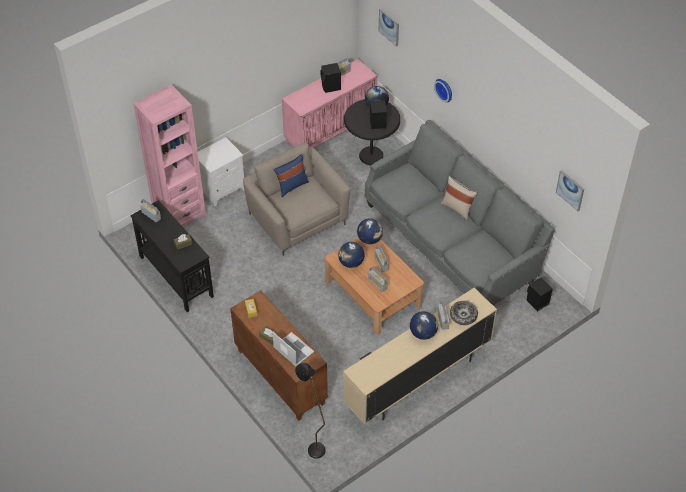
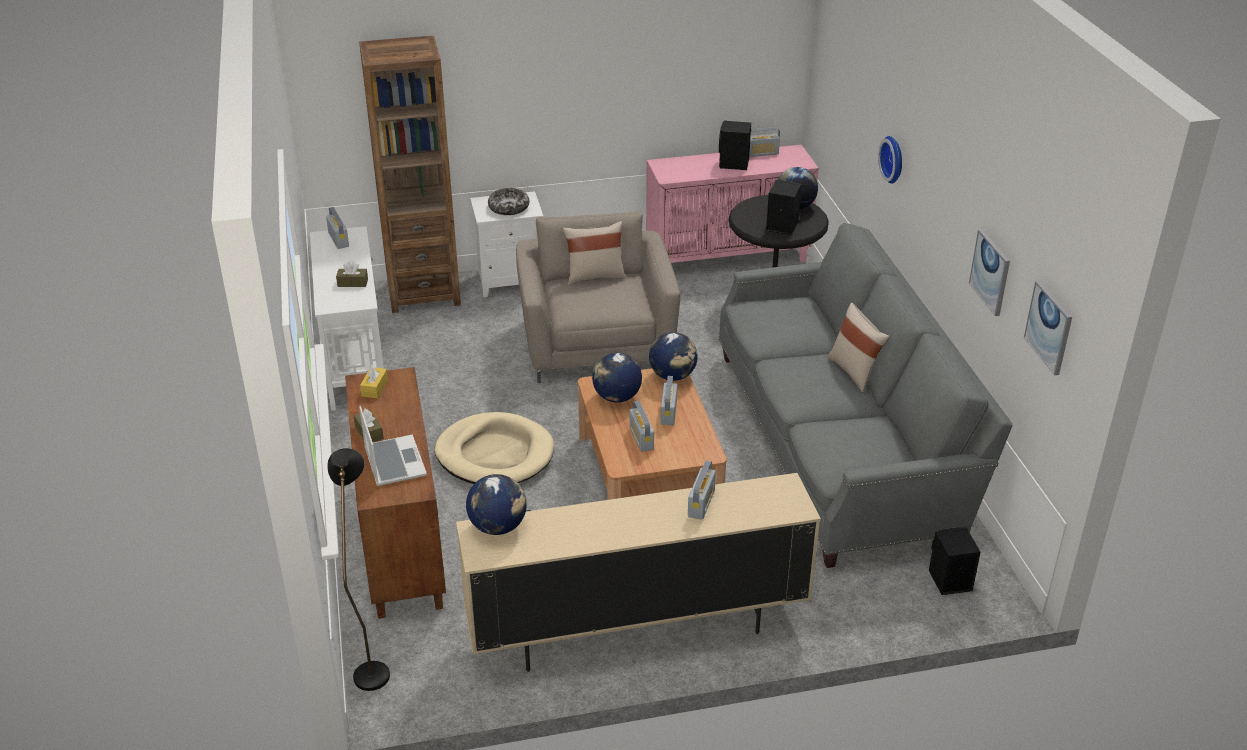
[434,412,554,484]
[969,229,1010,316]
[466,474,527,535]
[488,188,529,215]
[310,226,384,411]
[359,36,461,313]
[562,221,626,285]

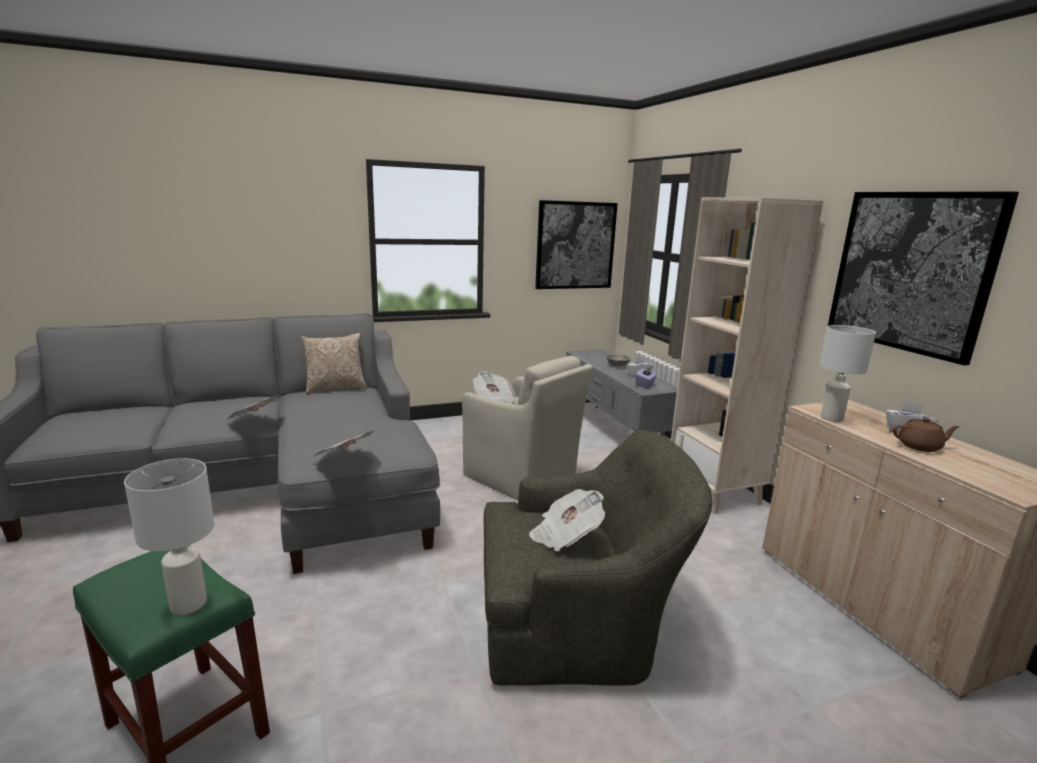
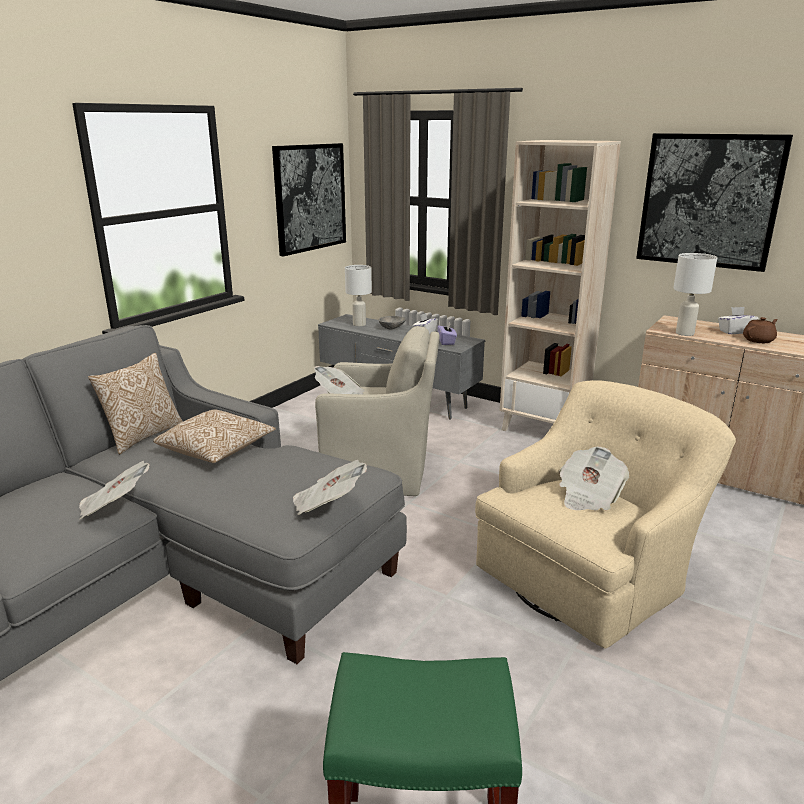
[153,409,276,463]
[345,265,372,326]
[475,380,736,649]

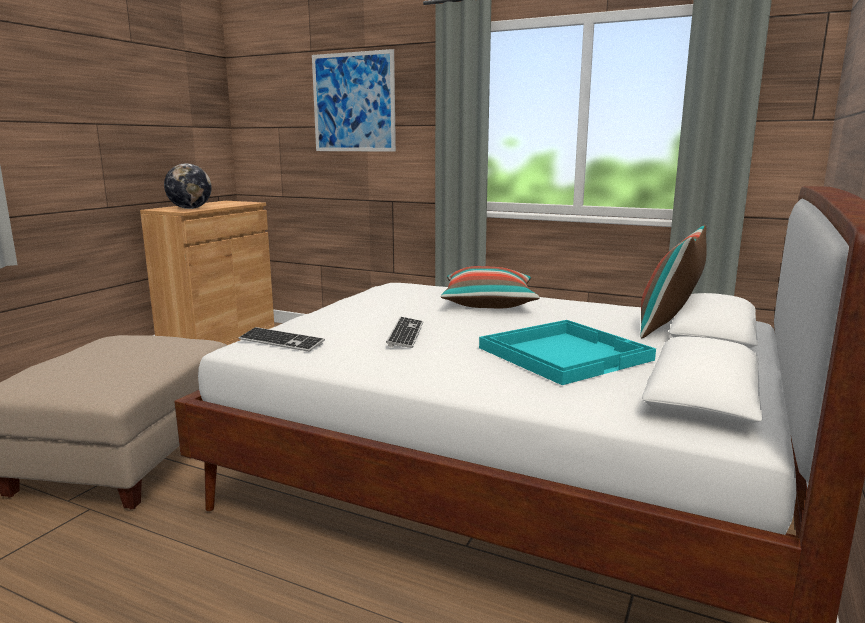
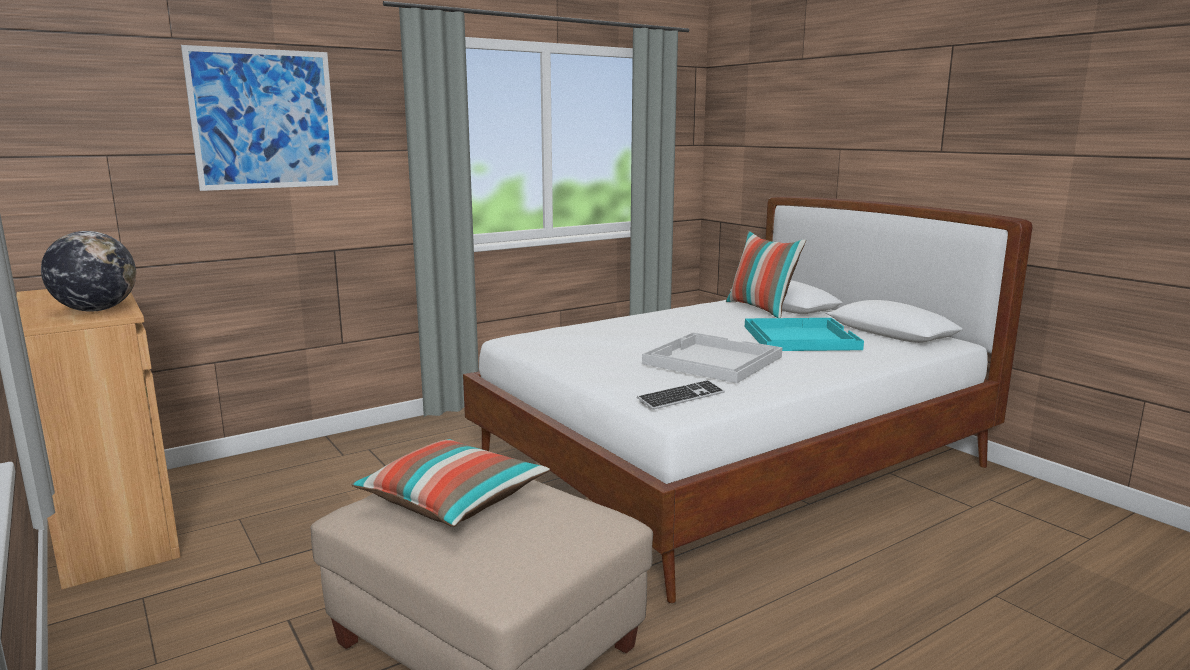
[351,439,550,527]
[642,332,783,383]

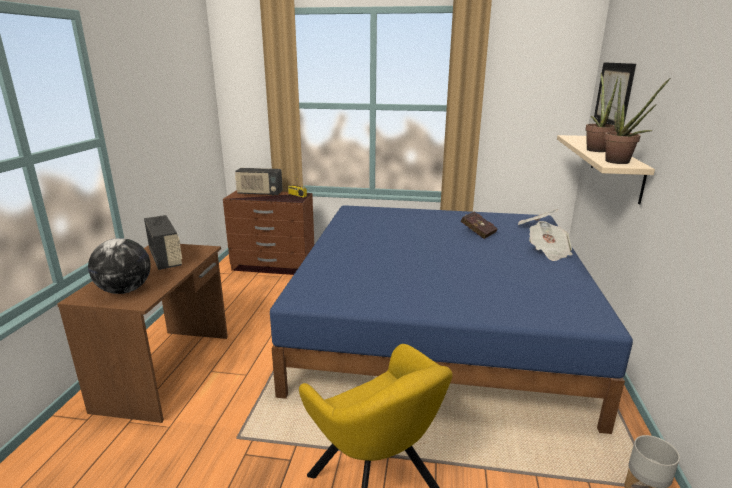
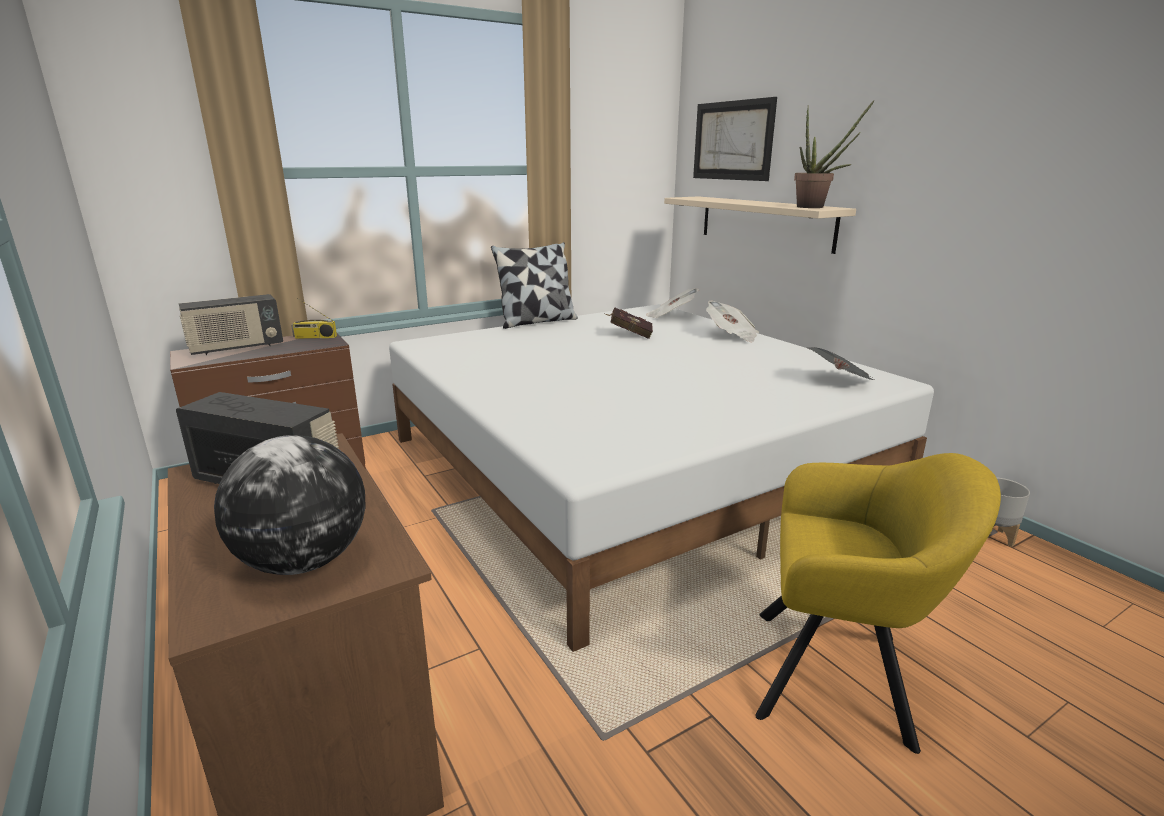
[585,73,619,152] (first image)
[491,242,578,329]
[807,347,874,380]
[389,304,934,652]

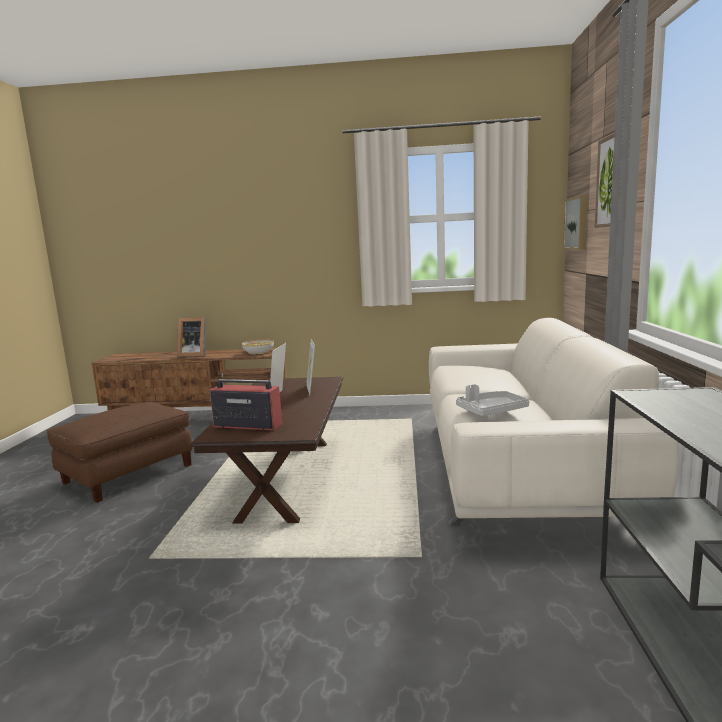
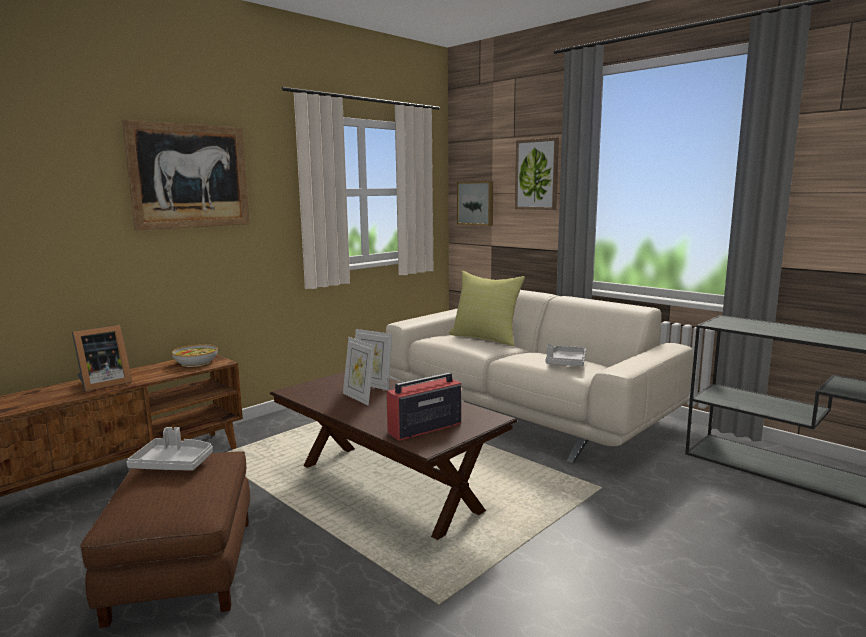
[122,120,250,231]
[127,427,213,470]
[449,271,525,346]

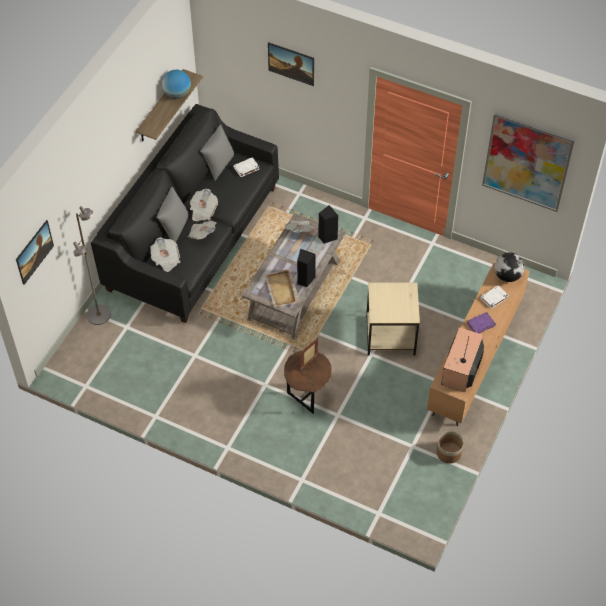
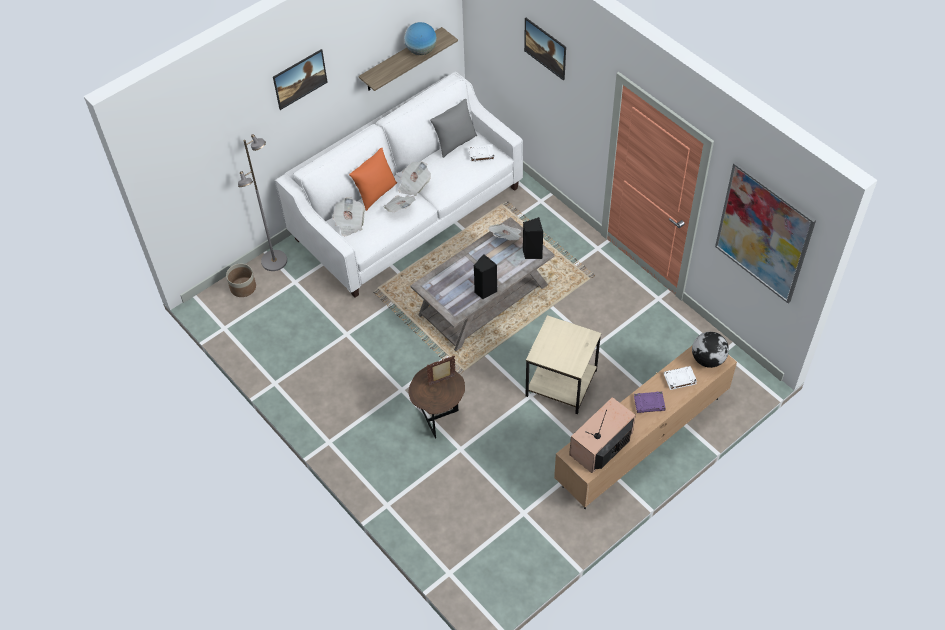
[264,269,300,308] (first image)
[273,49,328,110]
[226,264,256,297]
[275,71,523,298]
[349,147,397,211]

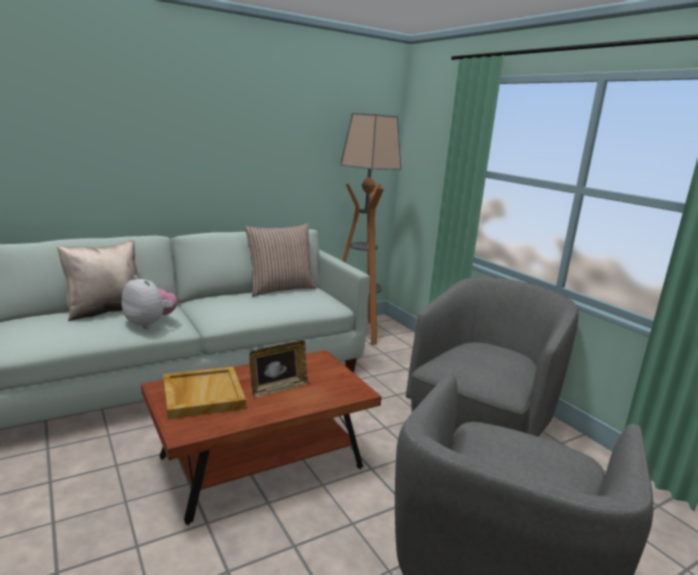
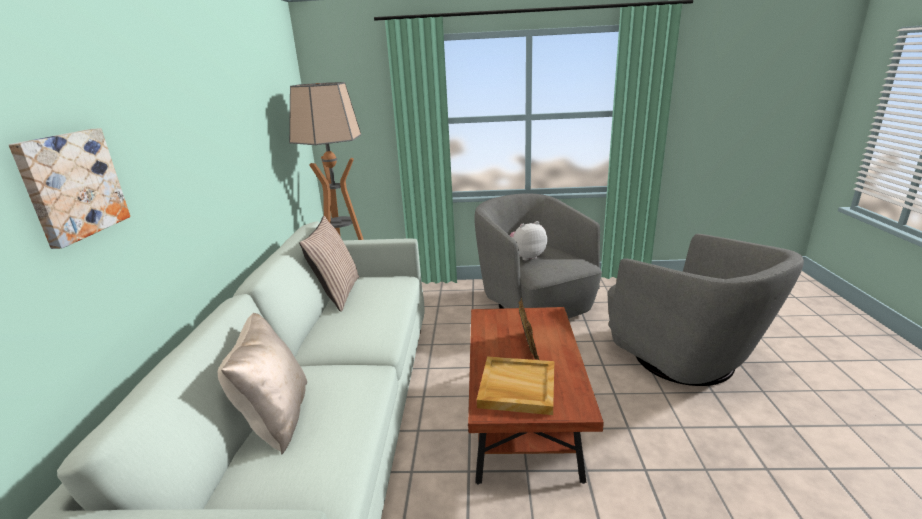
[9,128,130,249]
[510,221,547,261]

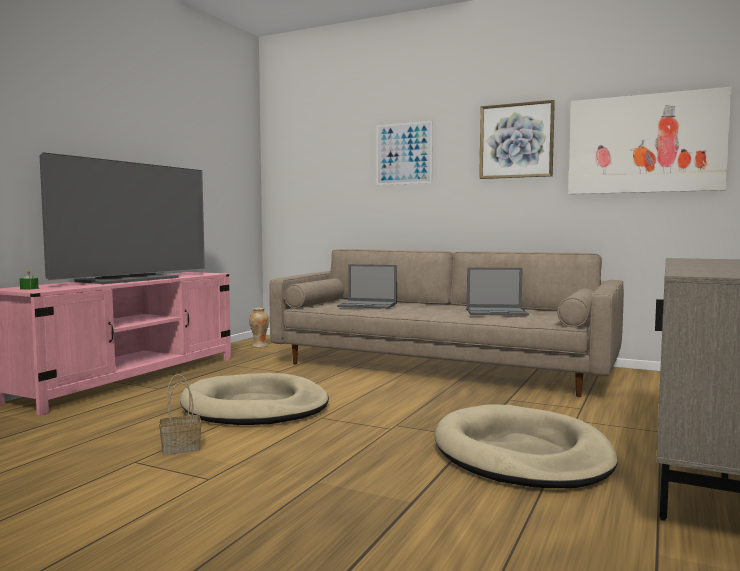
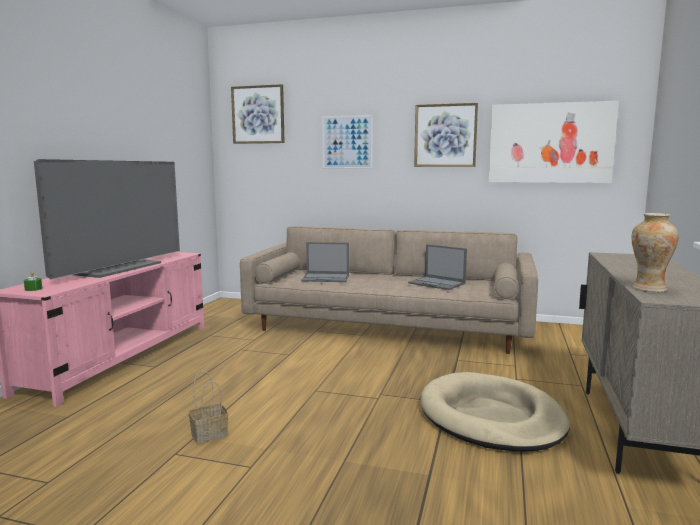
[180,373,329,425] (first image)
[231,84,284,144]
[632,213,679,292]
[408,244,467,290]

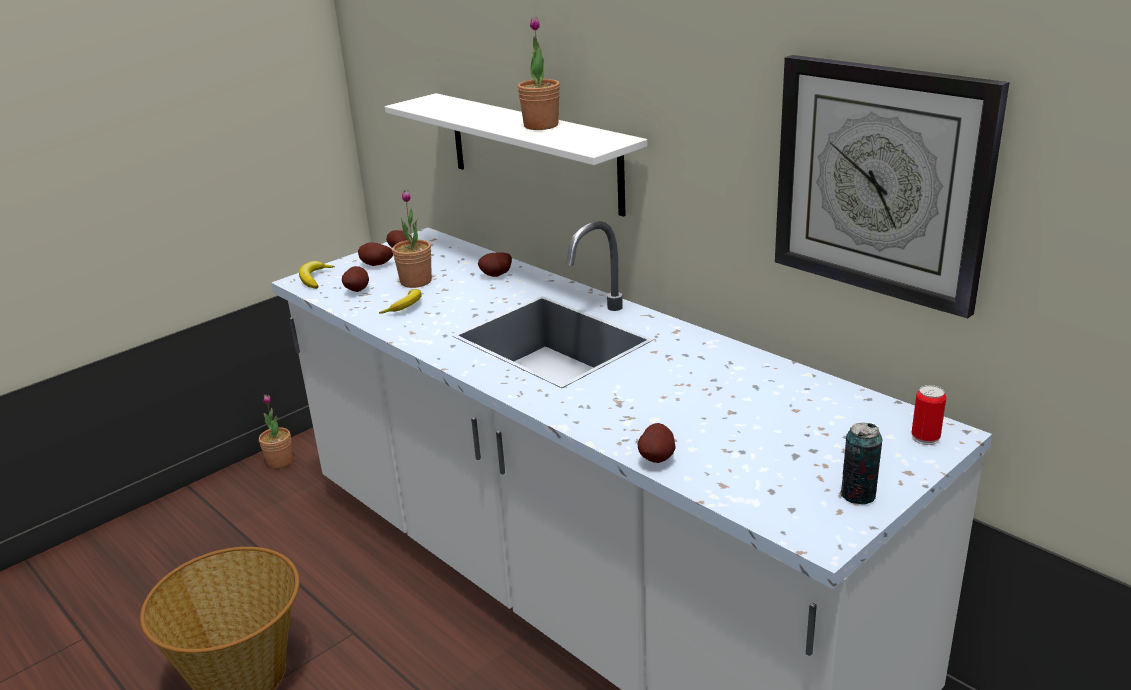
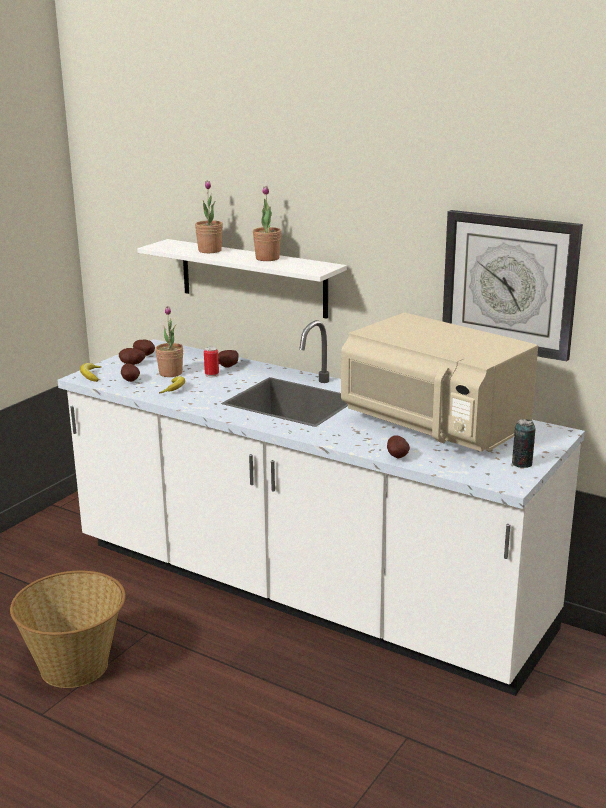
[341,312,538,452]
[195,180,223,253]
[204,347,219,377]

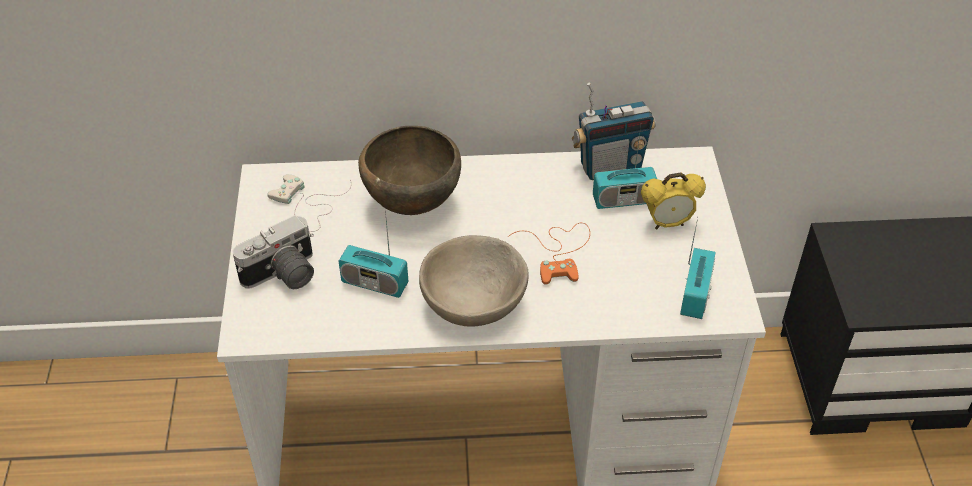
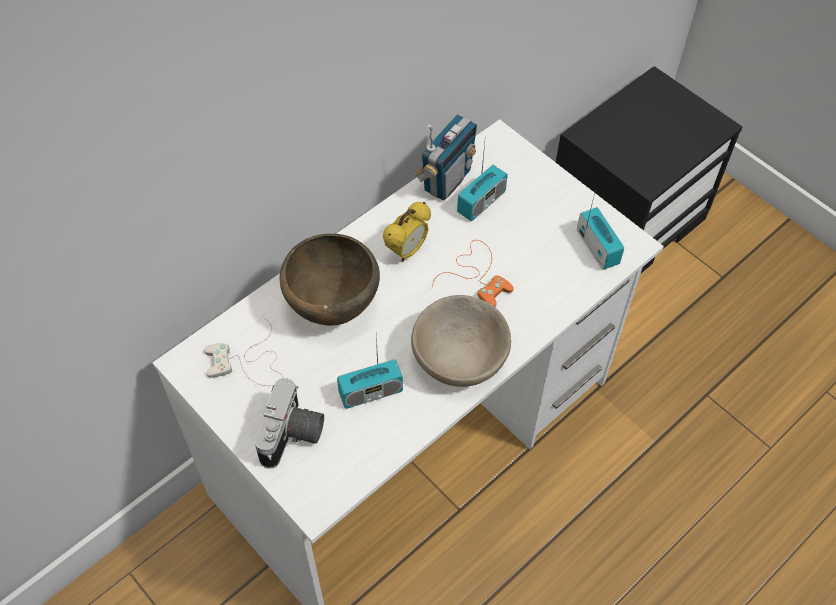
[383,202,431,262]

